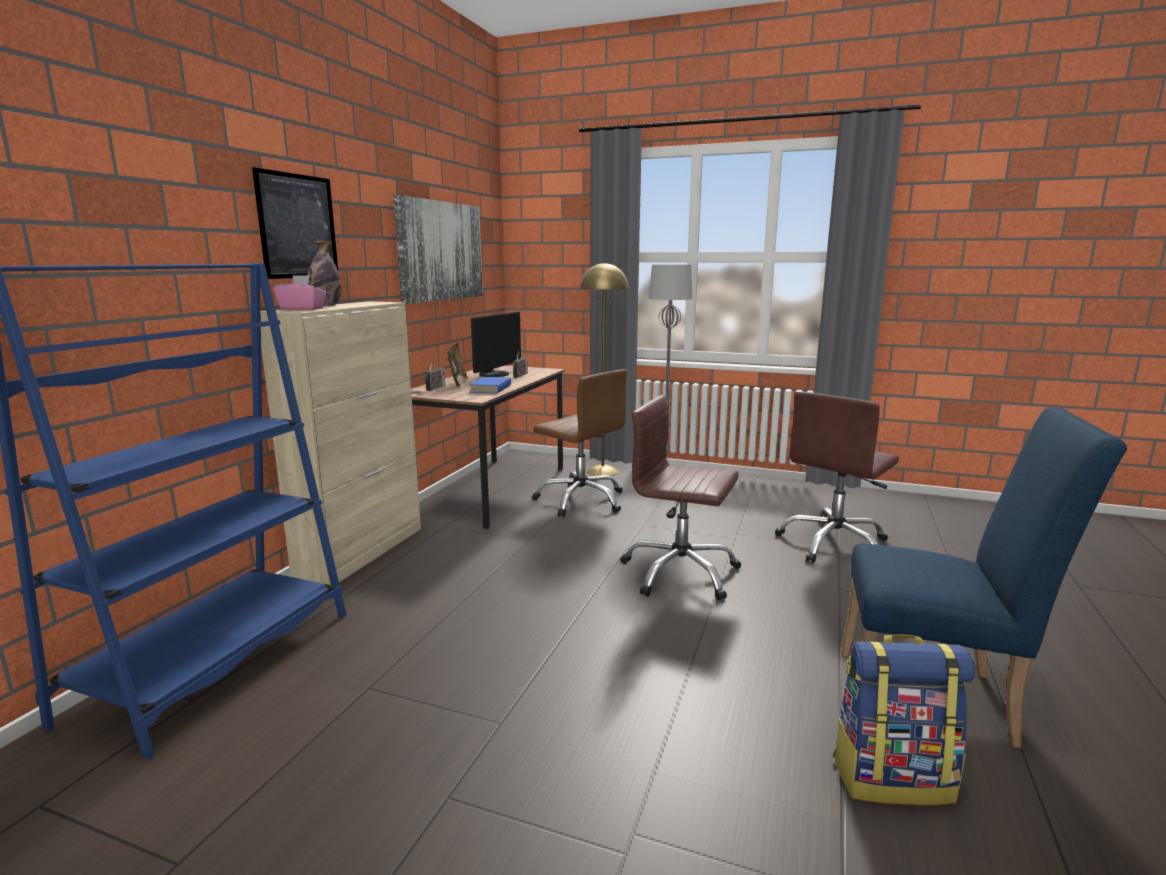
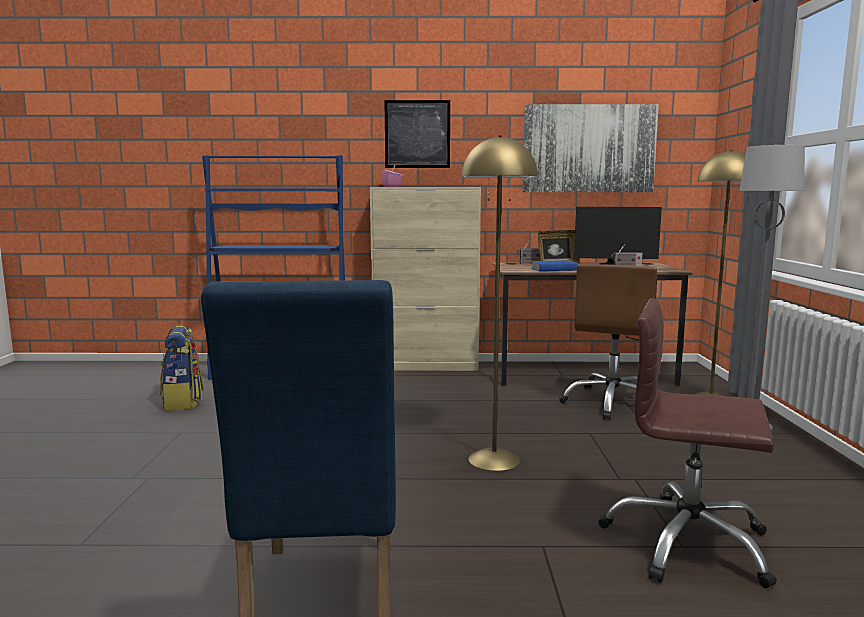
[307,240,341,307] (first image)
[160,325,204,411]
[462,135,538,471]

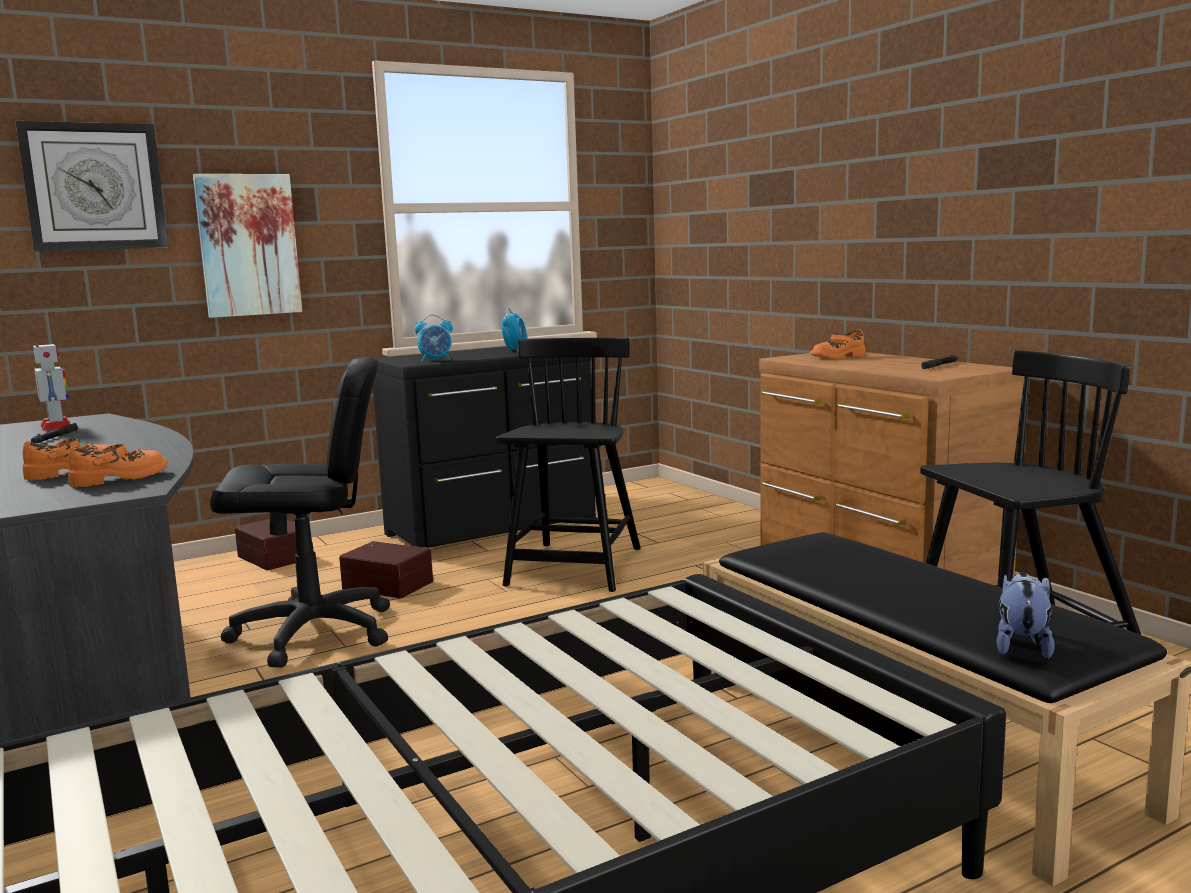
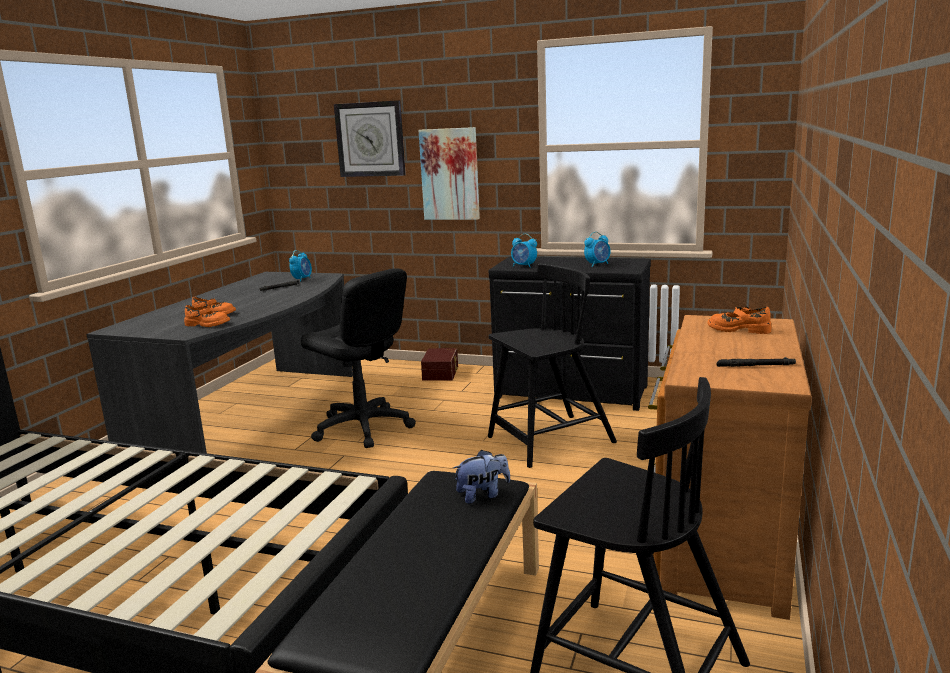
[339,541,433,598] (first image)
[453,450,510,504]
[289,250,312,282]

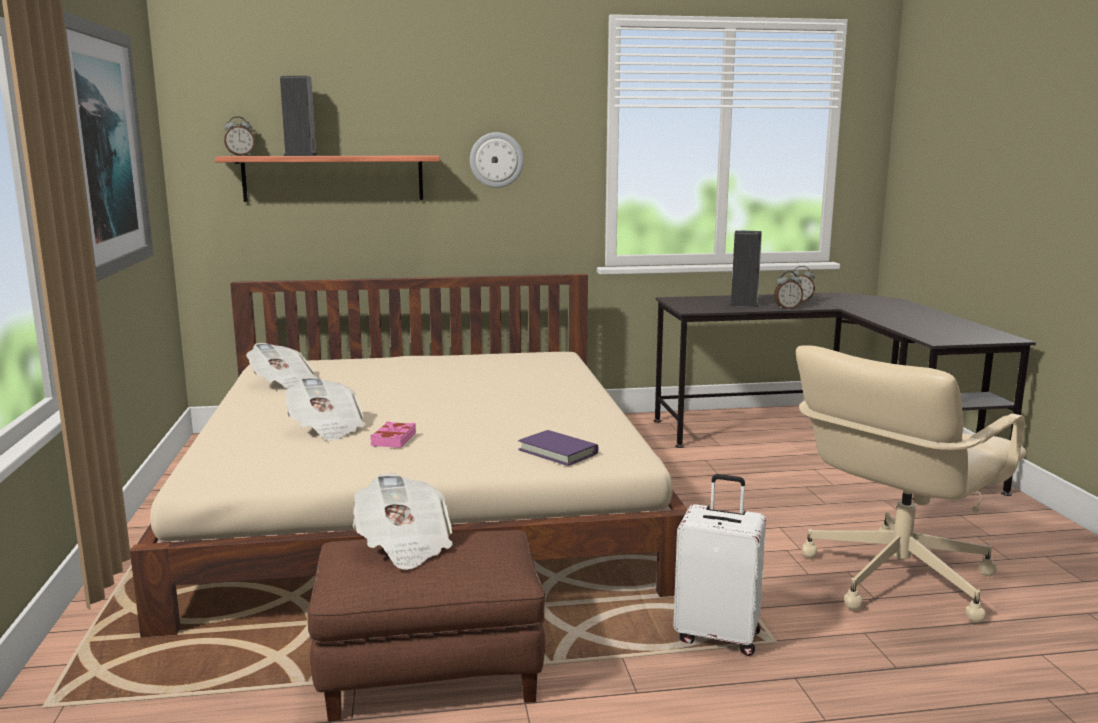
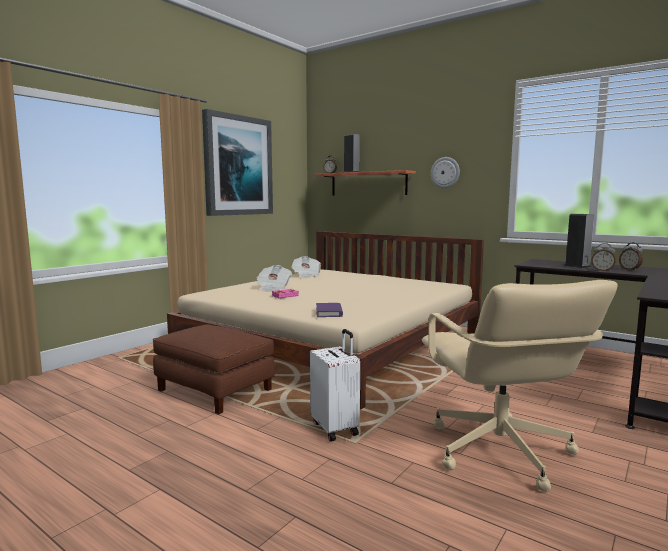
[353,473,453,570] (first image)
[422,280,618,492]

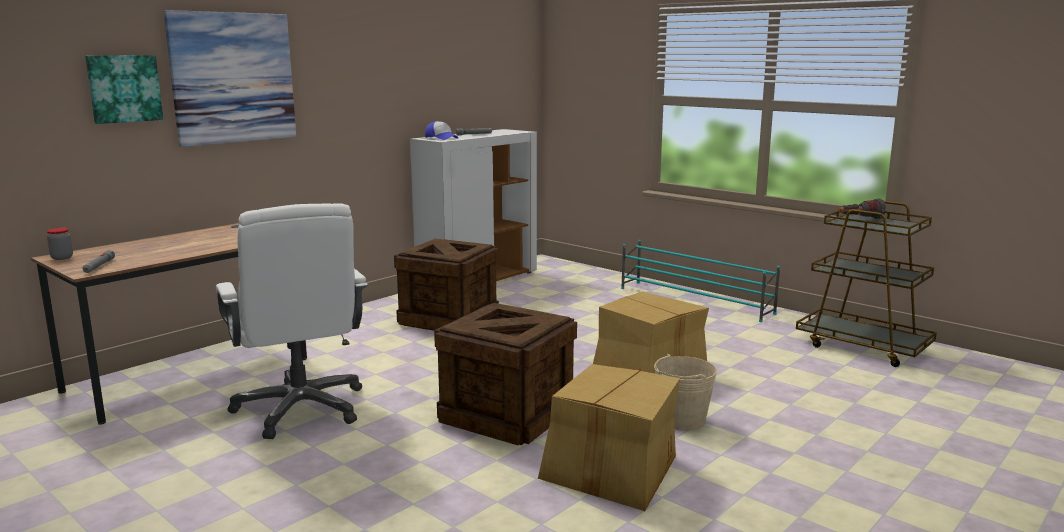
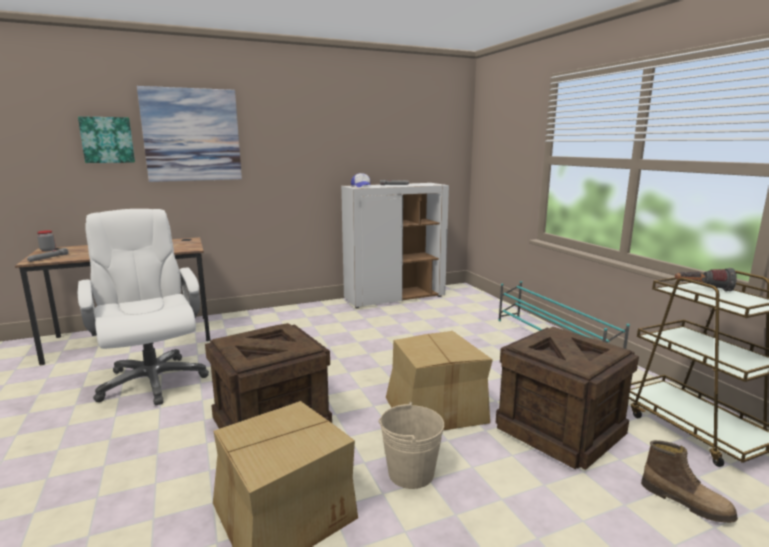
[641,440,738,523]
[496,327,639,470]
[78,209,209,405]

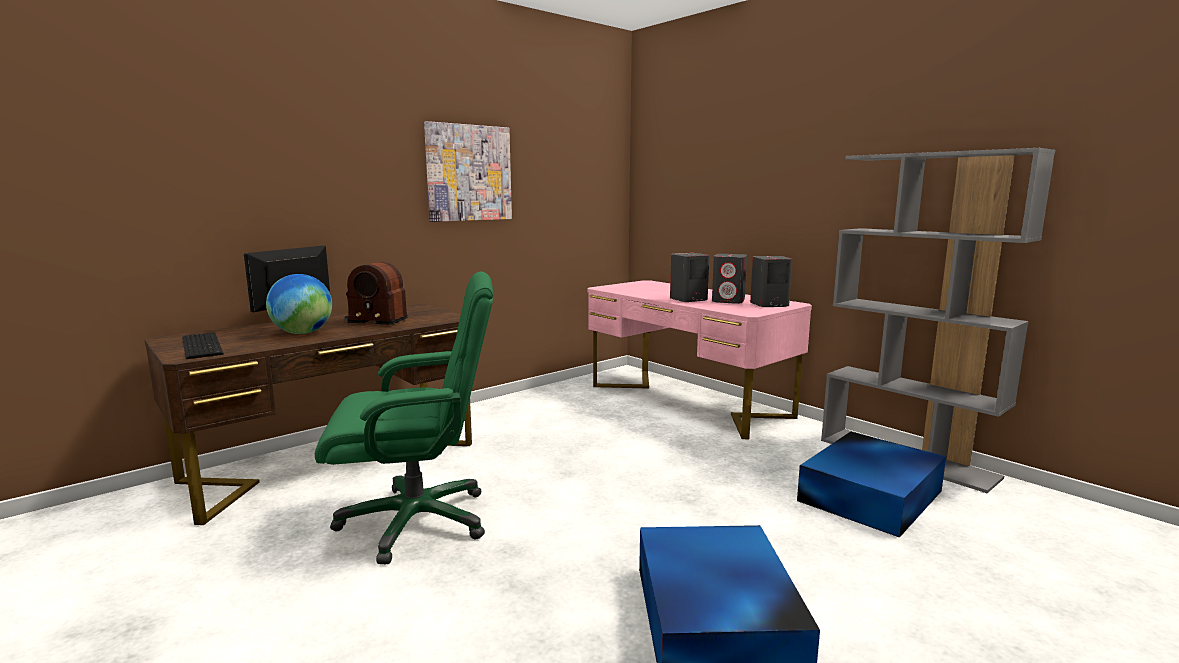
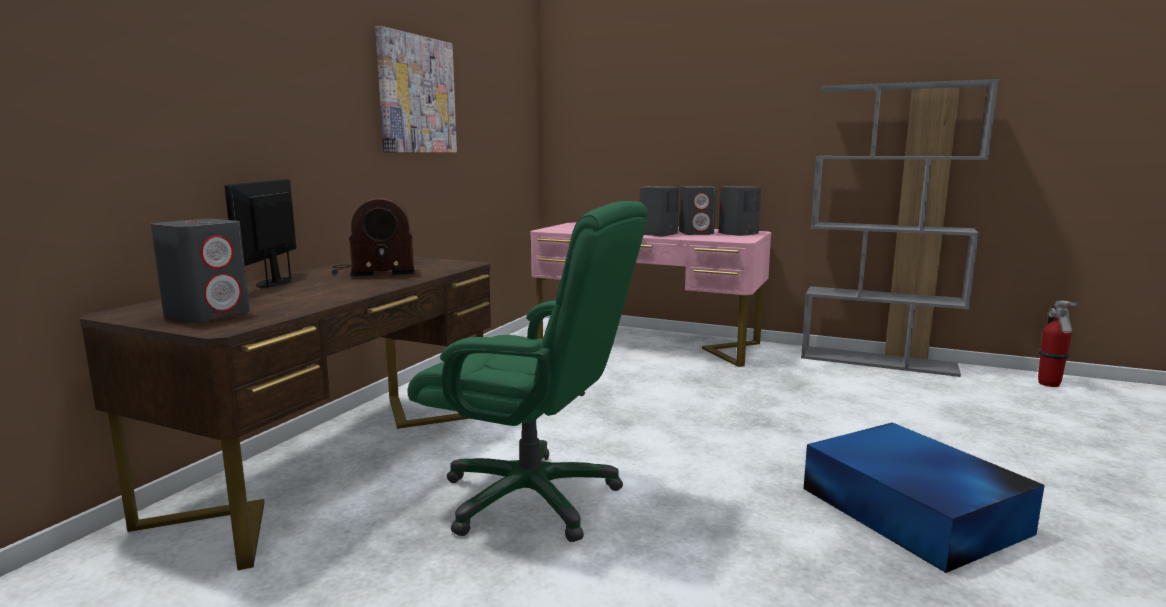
[266,274,332,334] (first image)
[797,432,946,538] (first image)
[1038,301,1077,387]
[151,219,250,323]
[407,201,648,542]

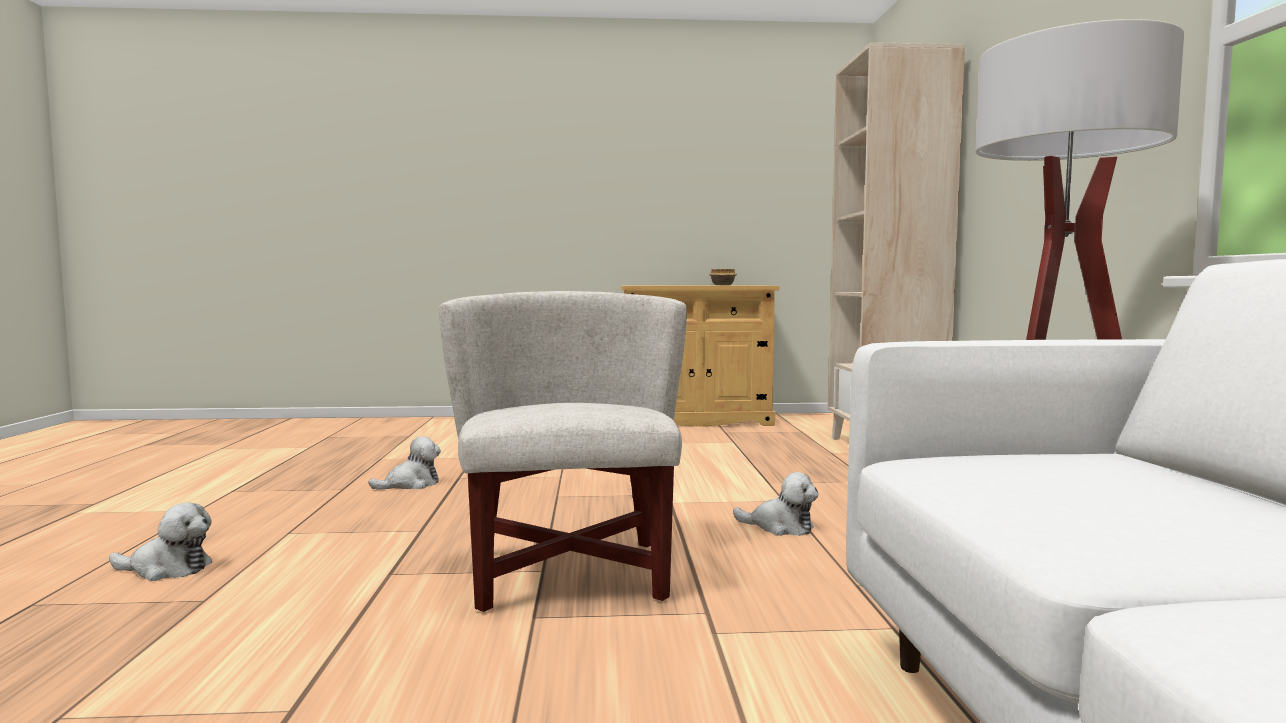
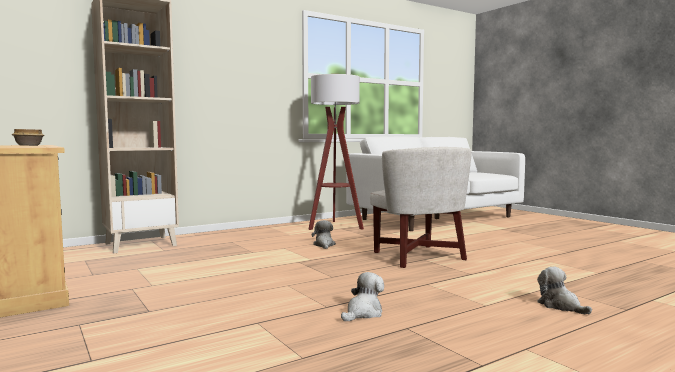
[341,272,384,321]
[370,147,472,268]

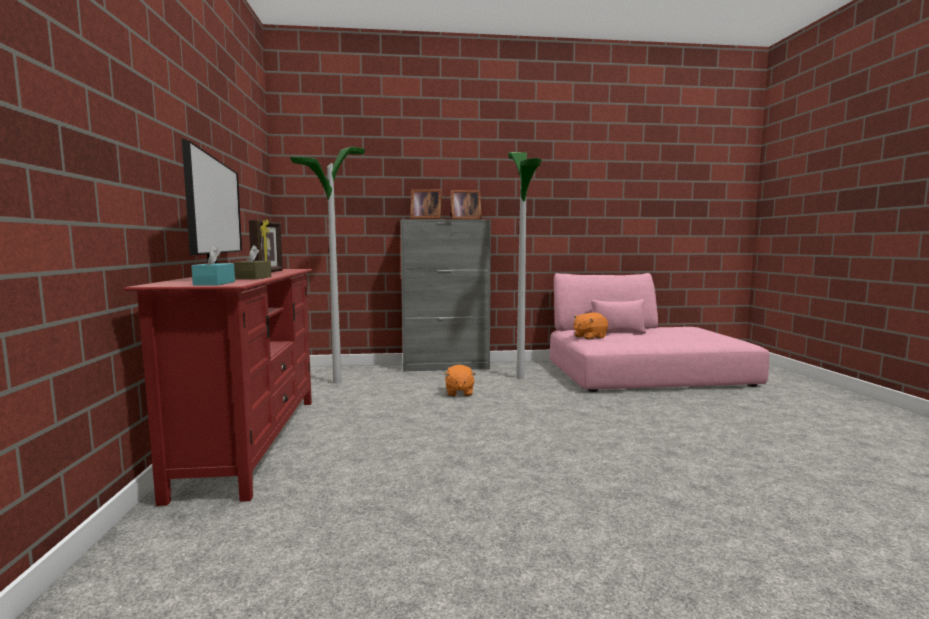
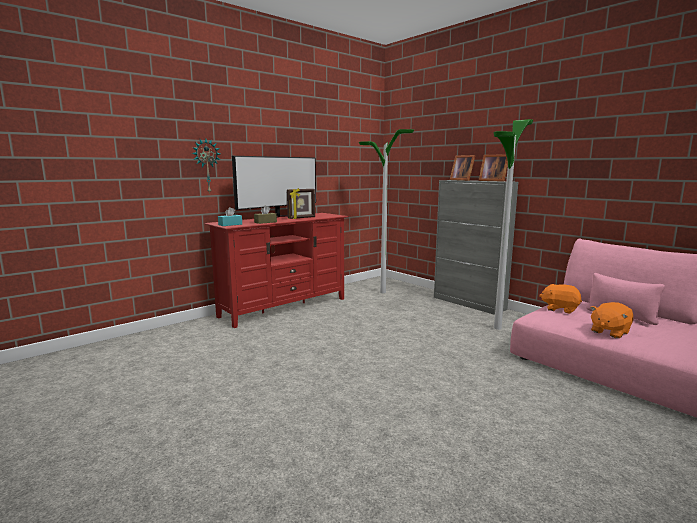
[192,139,220,194]
[590,302,634,338]

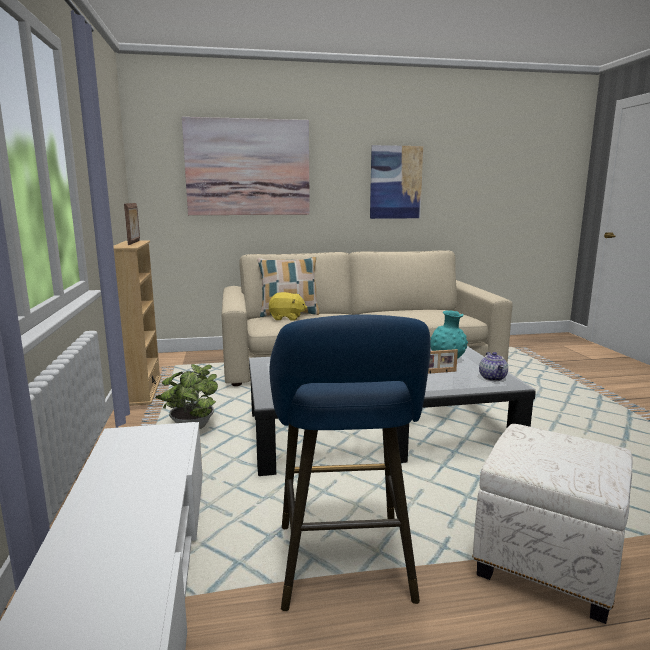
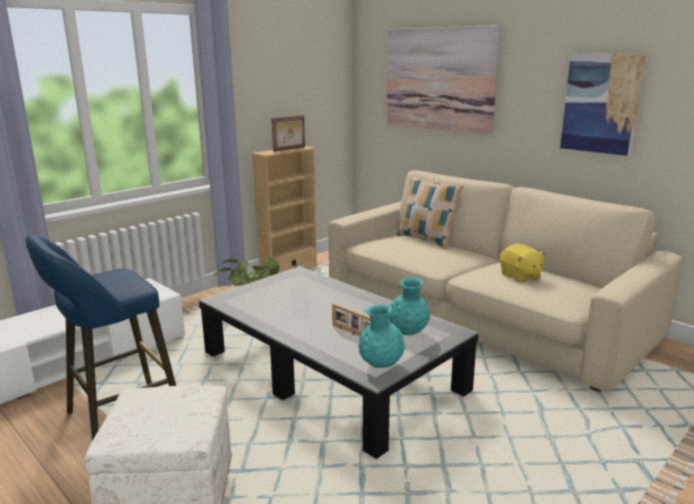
[500,244,546,282]
[358,304,405,368]

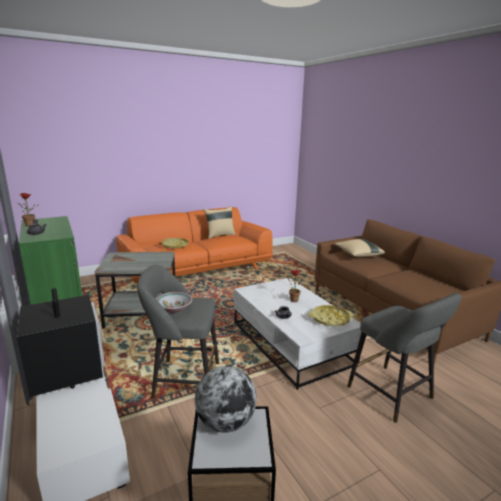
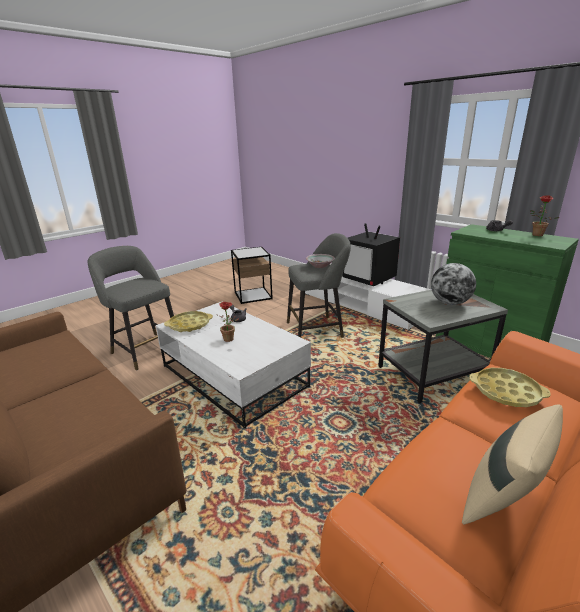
[335,239,385,257] (first image)
[431,263,476,305]

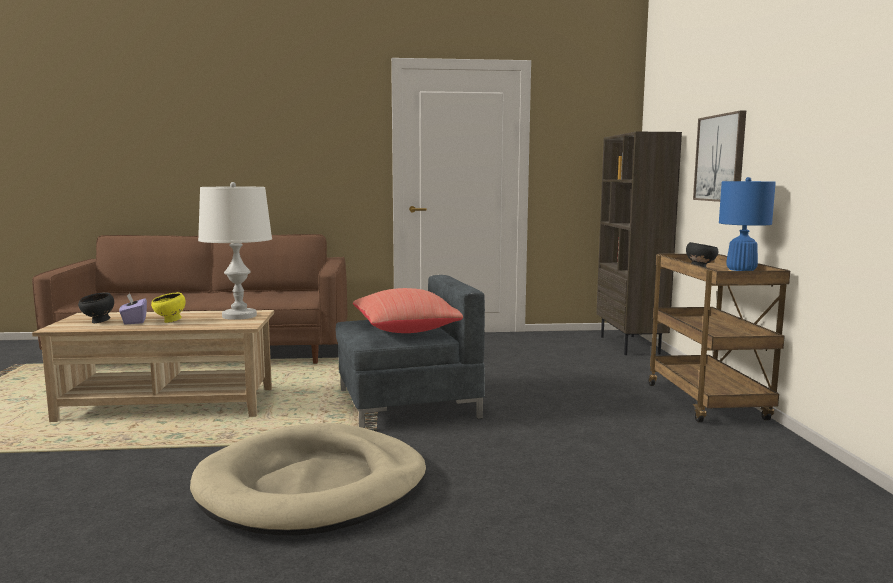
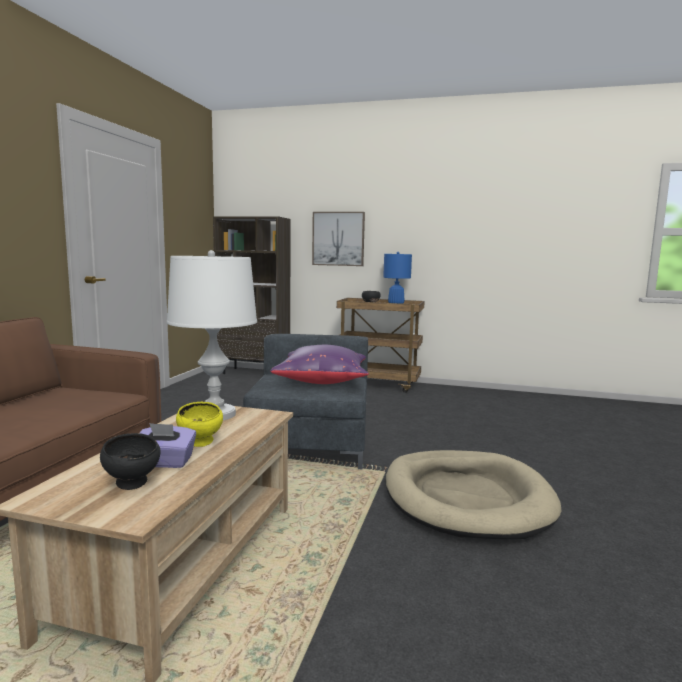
[271,345,369,384]

